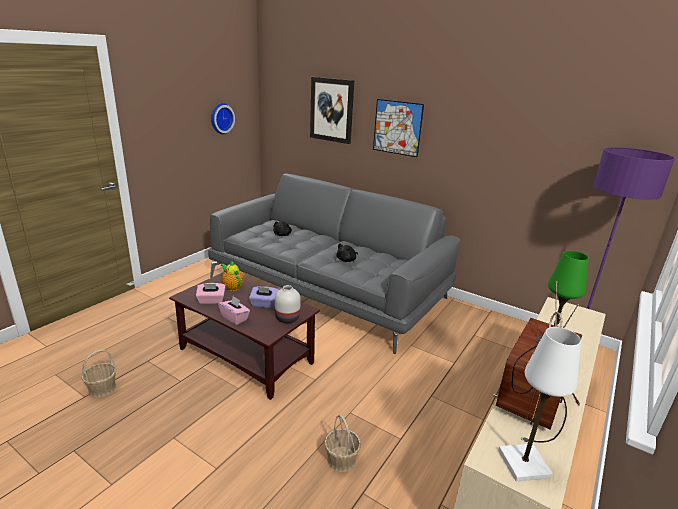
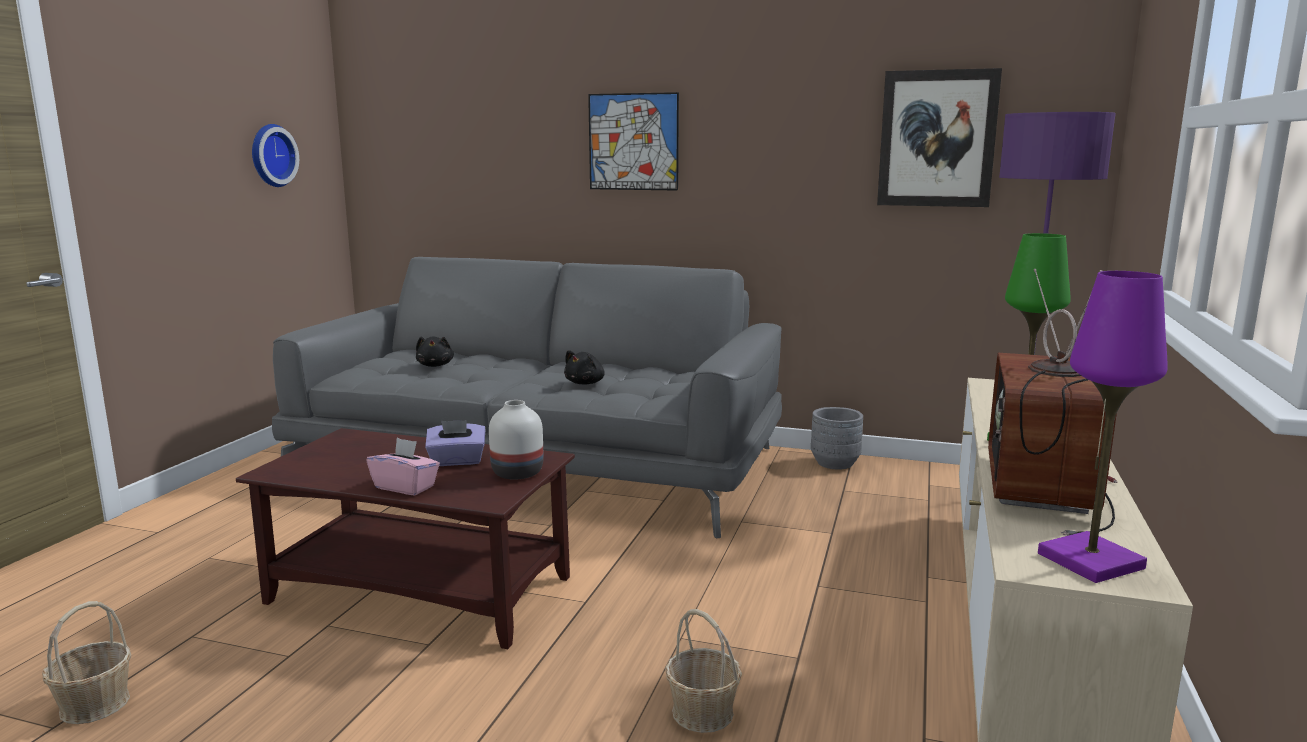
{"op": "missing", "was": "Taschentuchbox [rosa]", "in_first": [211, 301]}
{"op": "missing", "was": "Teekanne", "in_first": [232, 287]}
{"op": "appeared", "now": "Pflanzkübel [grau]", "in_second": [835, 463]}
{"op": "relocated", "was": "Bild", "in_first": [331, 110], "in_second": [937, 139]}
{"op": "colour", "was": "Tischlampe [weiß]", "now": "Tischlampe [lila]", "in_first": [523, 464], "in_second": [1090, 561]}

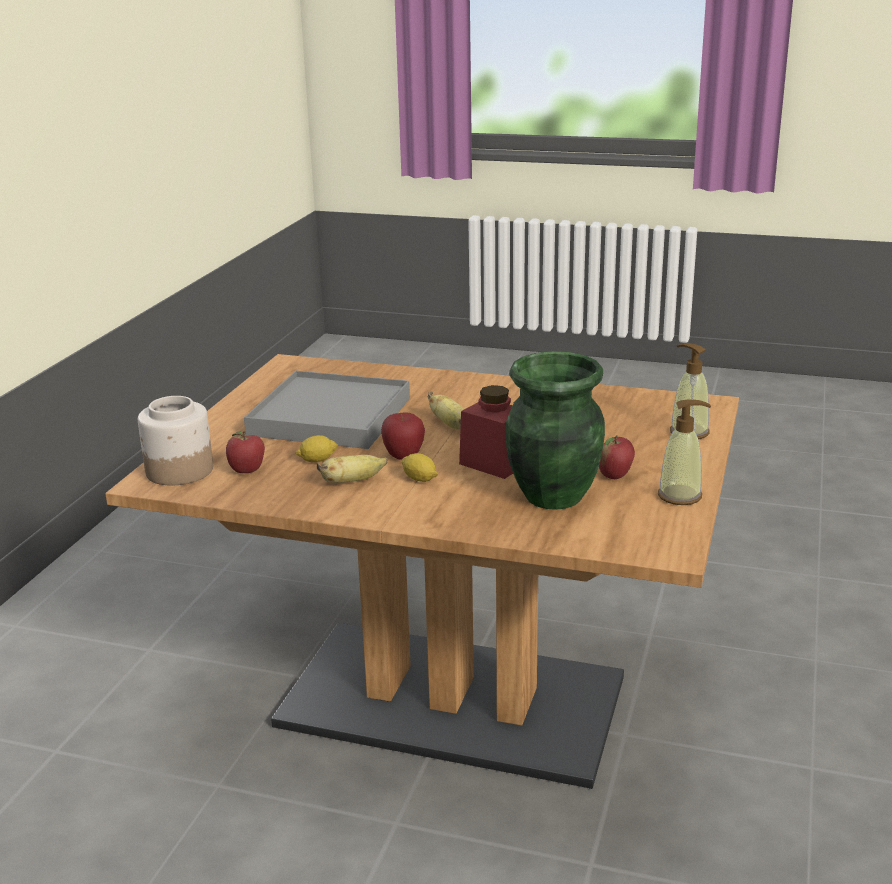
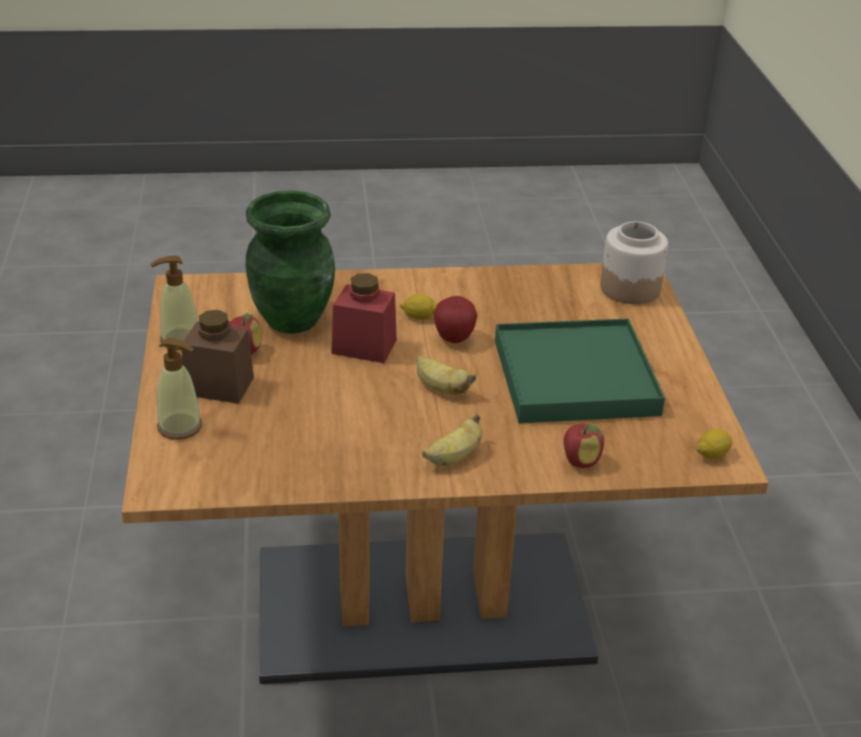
{"op": "appeared", "now": "Vorratsglas [braun]", "in_second": [219, 386]}
{"op": "relocated", "was": "Apfel", "in_first": [247, 471], "in_second": [581, 462]}
{"op": "relocated", "was": "Zitrone", "in_first": [317, 460], "in_second": [712, 454]}
{"op": "relocated", "was": "Banane", "in_first": [352, 481], "in_second": [454, 458]}
{"op": "colour", "was": "Tablett [grau]", "now": "Tablett [grün]", "in_first": [331, 416], "in_second": [574, 377]}

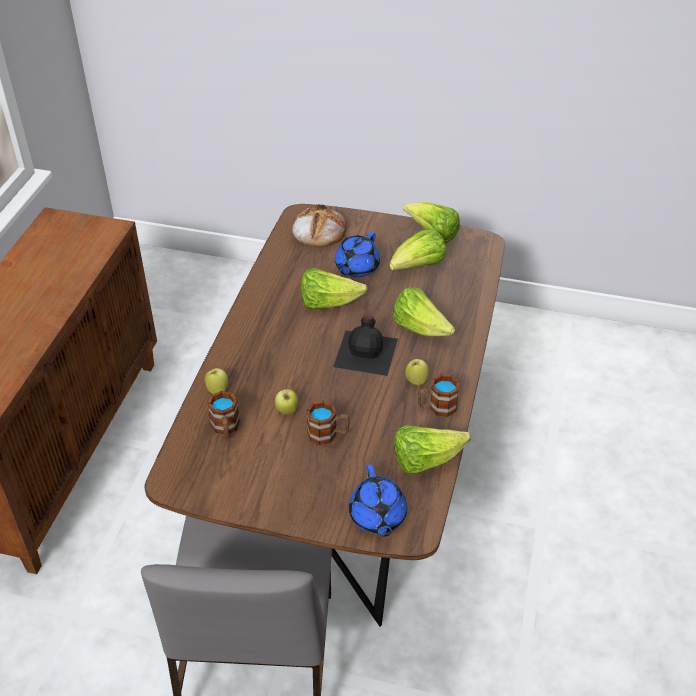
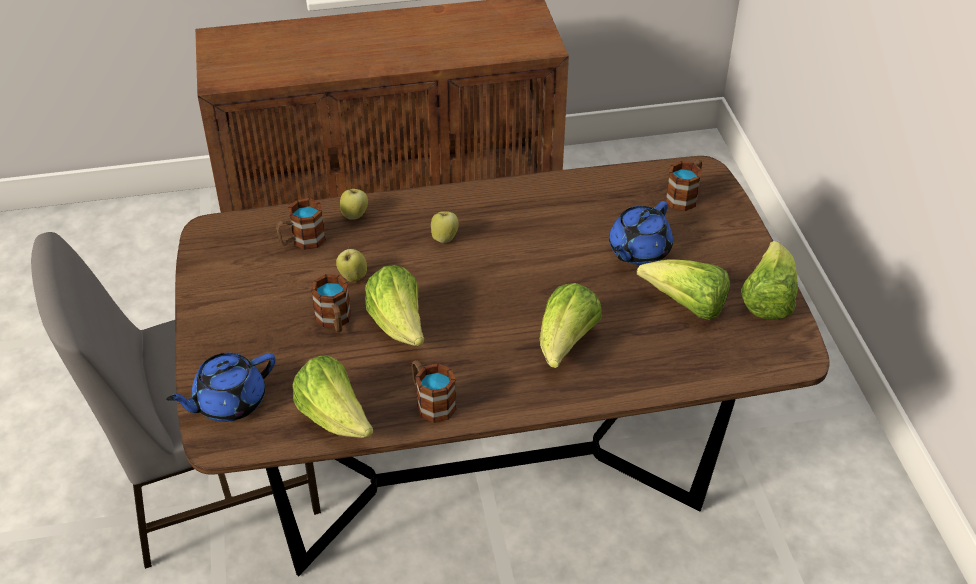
{"op": "missing", "was": "Flasche [schwarz]", "in_first": [367, 352]}
{"op": "relocated", "was": "Salatkopf", "in_first": [328, 303], "in_second": [399, 325]}
{"op": "relocated", "was": "Apfel", "in_first": [416, 380], "in_second": [444, 238]}
{"op": "exchanged", "was": "Brot", "now": "Henkelbecher", "in_first": [319, 230], "in_second": [685, 196]}
{"op": "spun", "was": "Teekanne [blau]", "in_first": [356, 268], "in_second": [638, 251], "clockwise": -60}

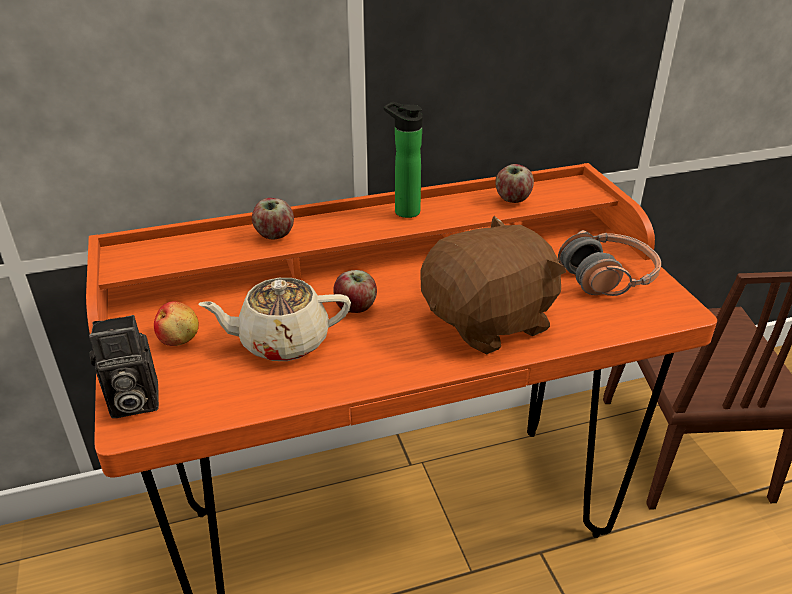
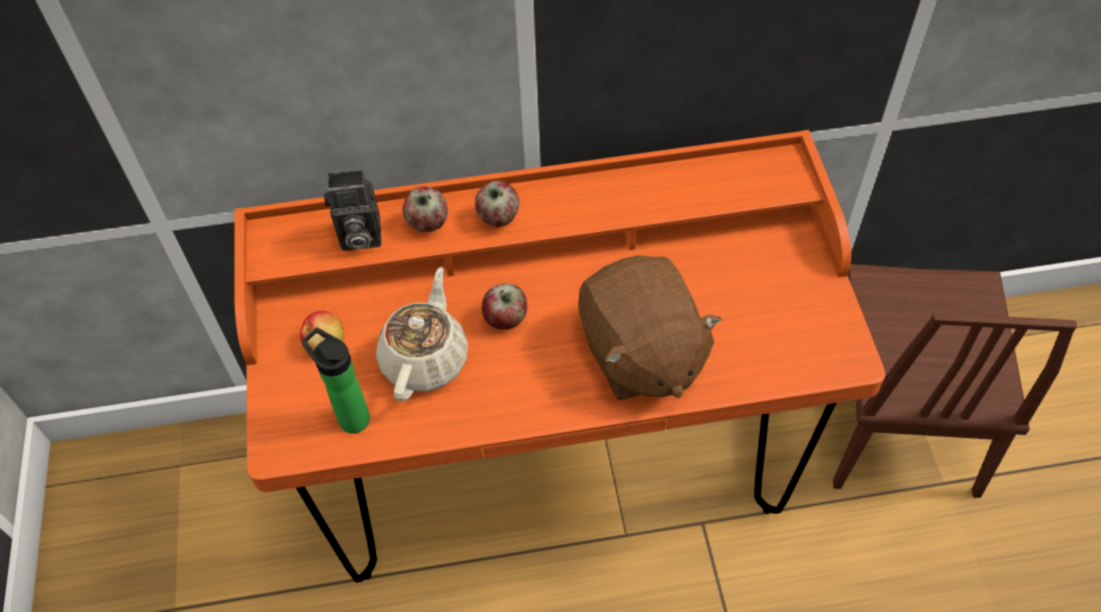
{"op": "missing", "was": "Kopfhörer", "in_first": [607, 277]}
{"op": "relocated", "was": "Kamera", "in_first": [131, 403], "in_second": [358, 236]}
{"op": "relocated", "was": "Flasche", "in_first": [403, 211], "in_second": [350, 417]}
{"op": "relocated", "was": "Apfel", "in_first": [512, 199], "in_second": [498, 217]}
{"op": "spun", "was": "Teekanne [beige]", "in_first": [282, 341], "in_second": [425, 358], "clockwise": 105}
{"op": "spun", "was": "Plüschtier [braun]", "in_first": [489, 322], "in_second": [640, 354], "clockwise": 90}

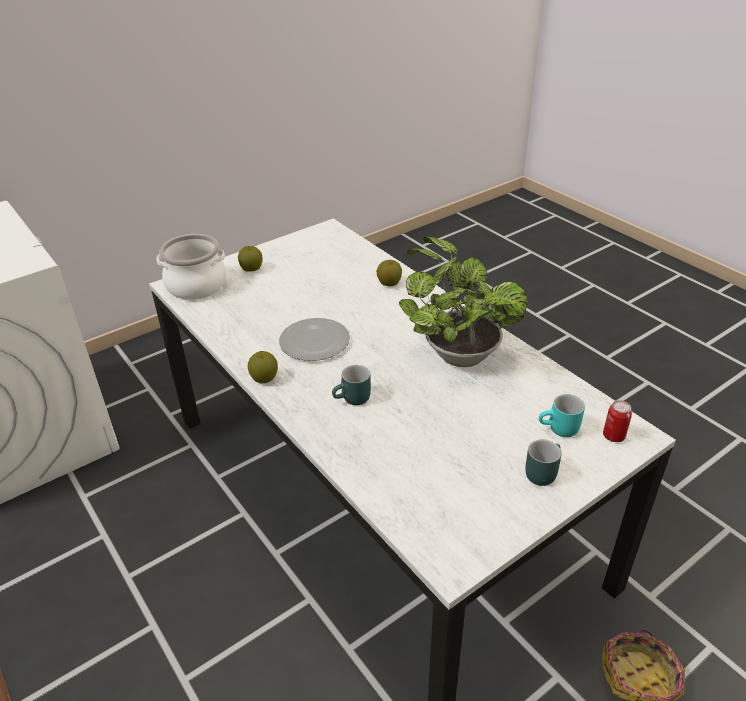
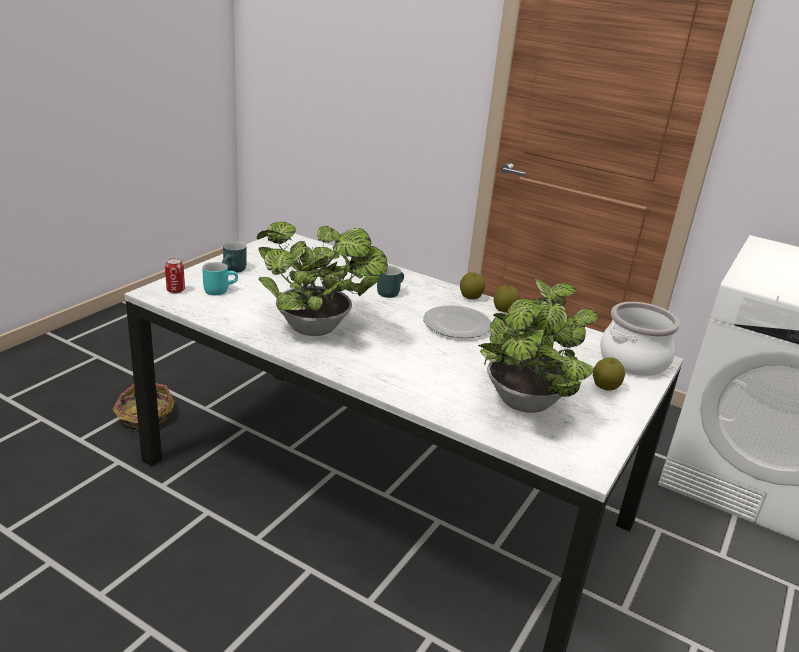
{"op": "appeared", "now": "Topfpflanze", "in_second": [523, 405]}
{"op": "relocated", "was": "Apfel", "in_first": [389, 283], "in_second": [504, 310]}

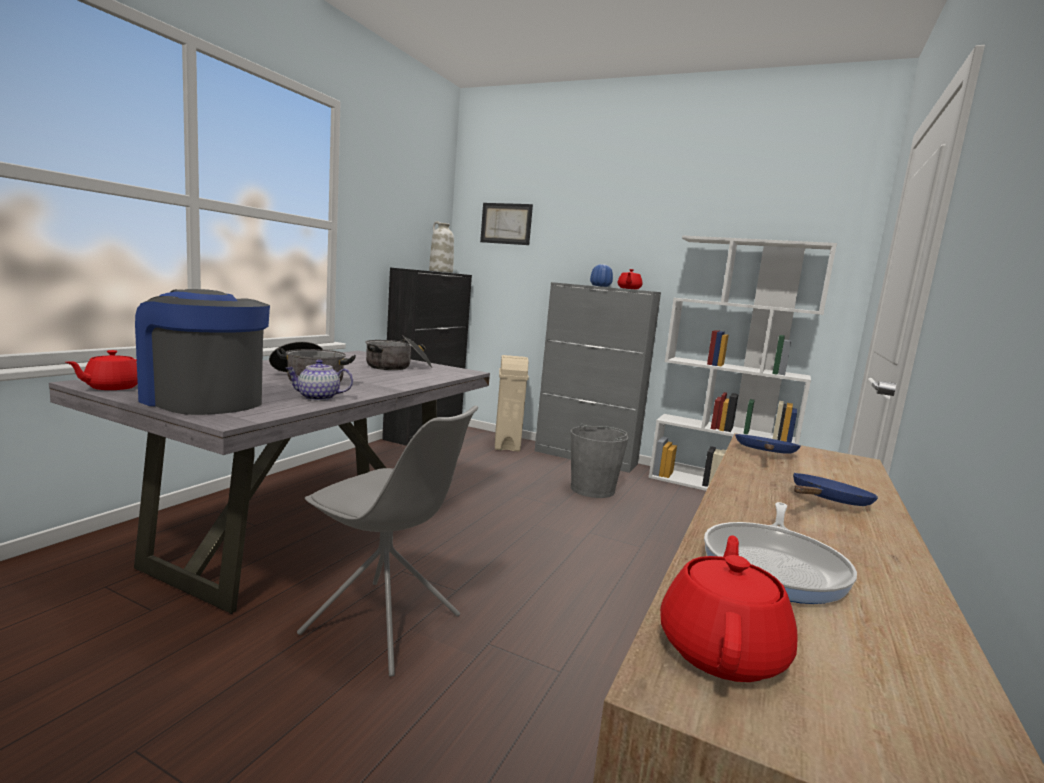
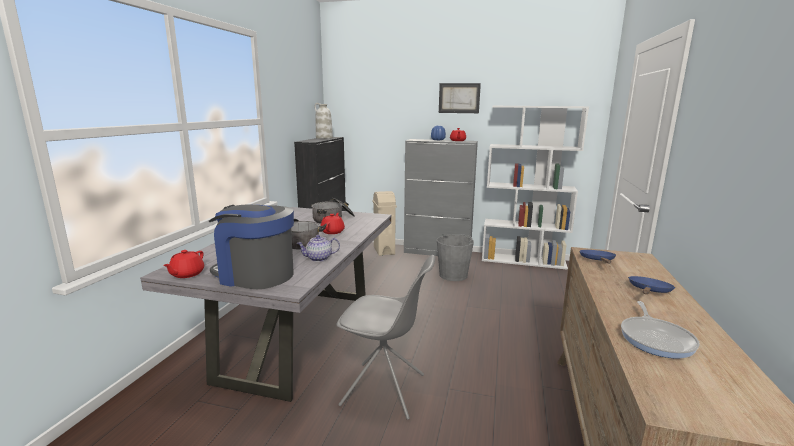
{"op": "relocated", "was": "Bild", "in_first": [506, 223], "in_second": [459, 98]}
{"op": "relocated", "was": "Teekanne [rot]", "in_first": [722, 650], "in_second": [333, 232]}

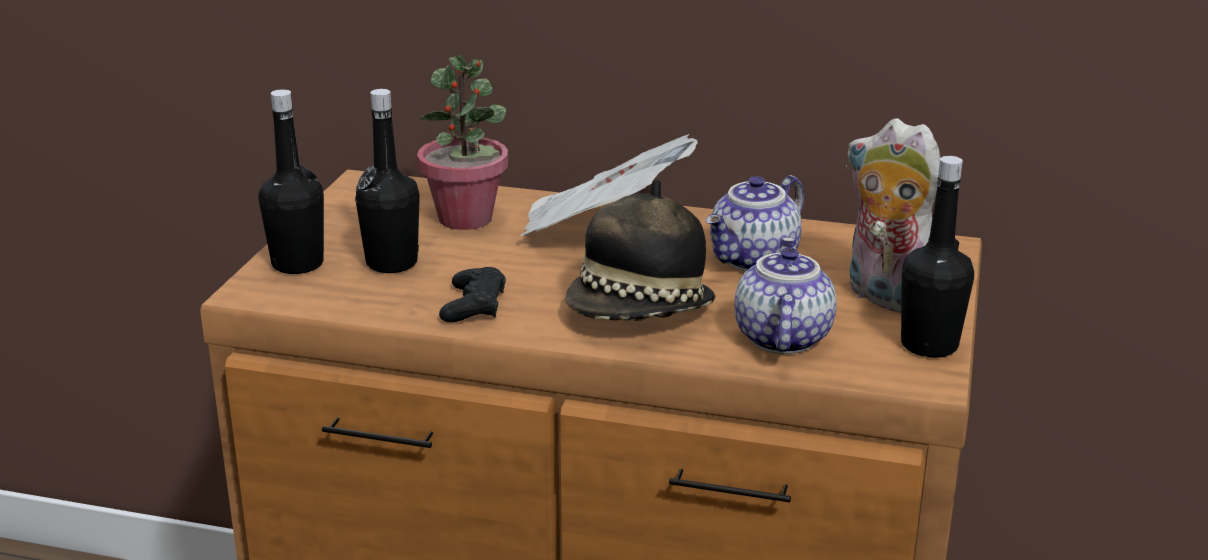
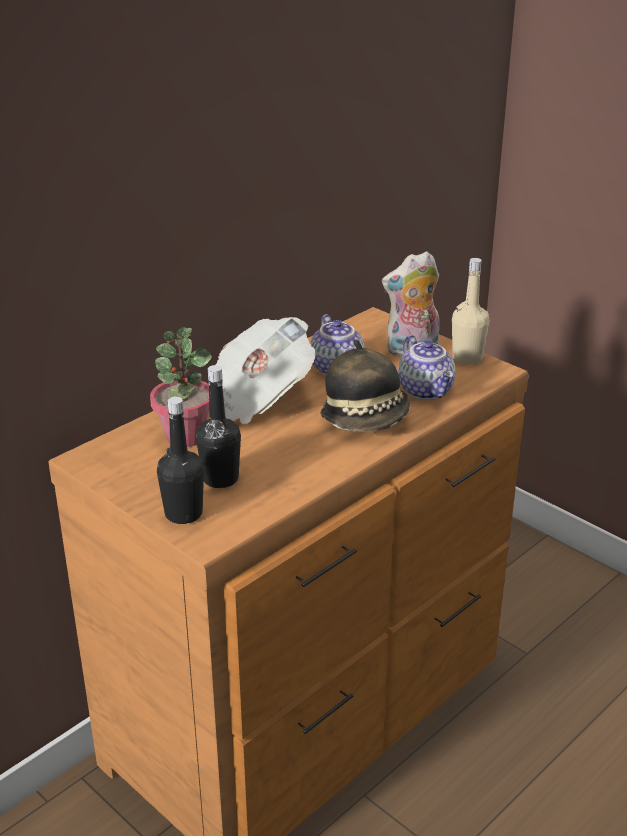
{"op": "missing", "was": "Gamepad [schwarz]", "in_first": [474, 305]}
{"op": "colour", "was": "Flasche [schwarz]", "now": "Flasche [beige]", "in_first": [929, 345], "in_second": [467, 358]}
{"op": "spun", "was": "Teekanne", "in_first": [780, 337], "in_second": [427, 390], "clockwise": -150}

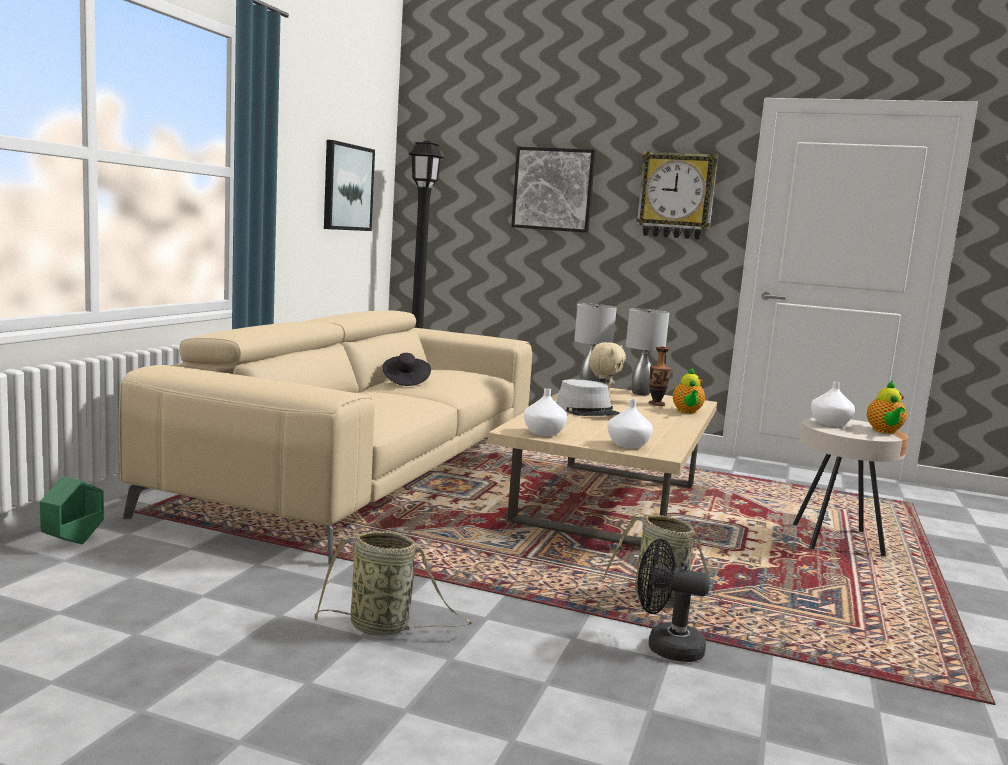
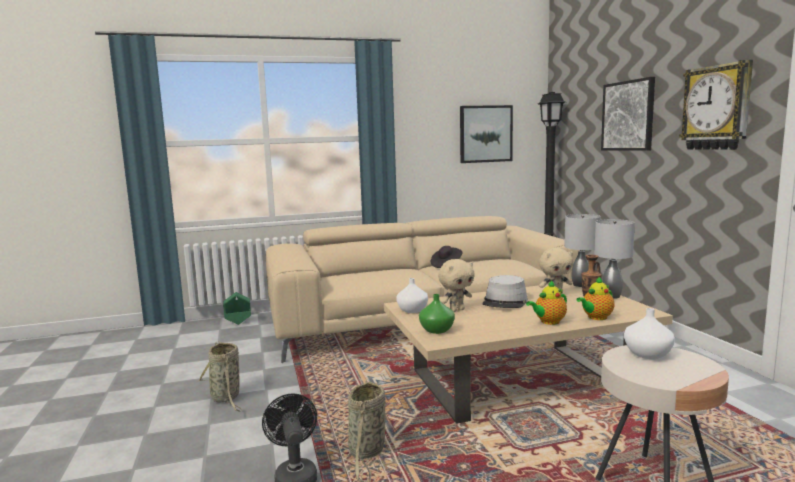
{"op": "appeared", "now": "Plüschtier [beige]", "in_second": [456, 310]}
{"op": "relocated", "was": "Teekanne", "in_first": [884, 431], "in_second": [548, 322]}
{"op": "colour", "was": "Vase [weiß]", "now": "Vase [grün]", "in_first": [627, 445], "in_second": [437, 330]}

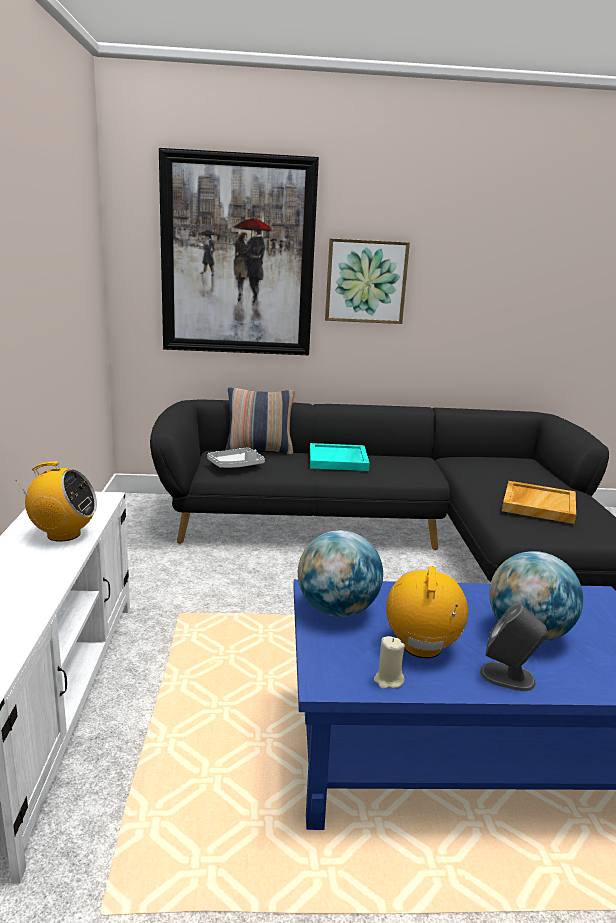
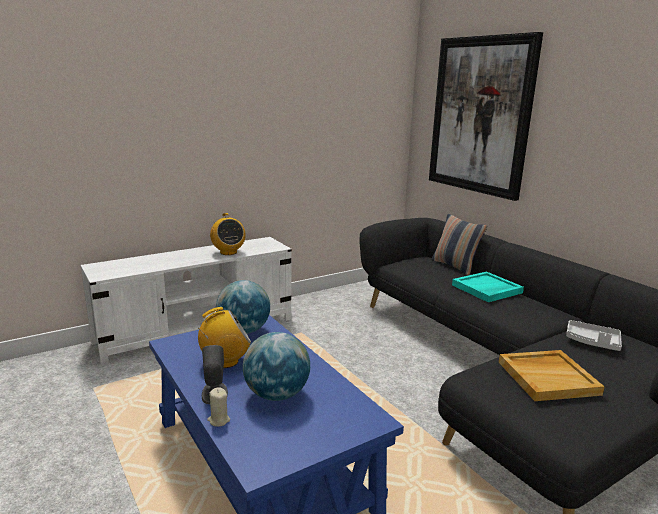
{"op": "missing", "was": "Bild", "in_first": [366, 281]}
{"op": "relocated", "was": "Tablett [grau]", "in_first": [236, 465], "in_second": [592, 342]}
{"op": "relocated", "was": "Kerze [beige]", "in_first": [388, 680], "in_second": [218, 420]}

